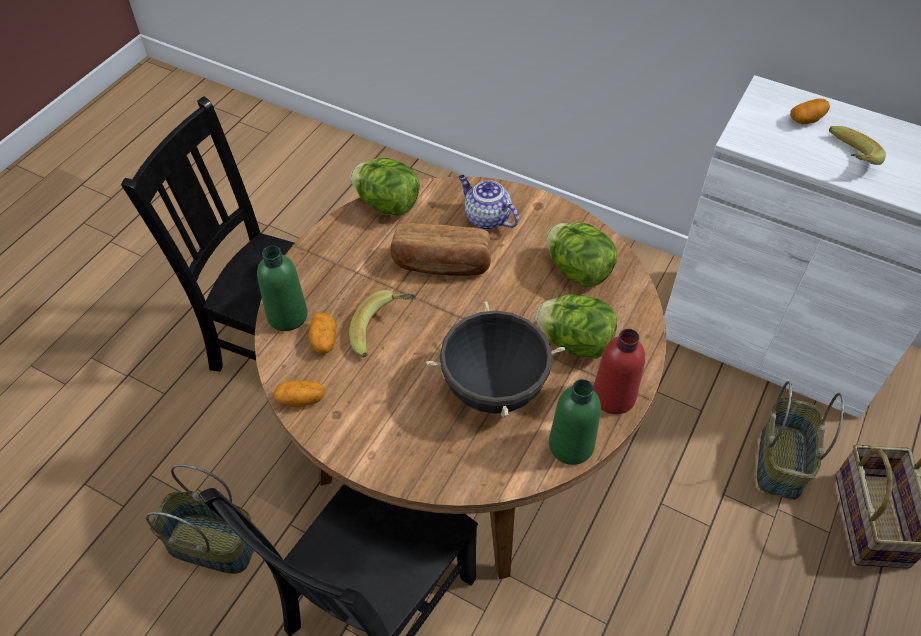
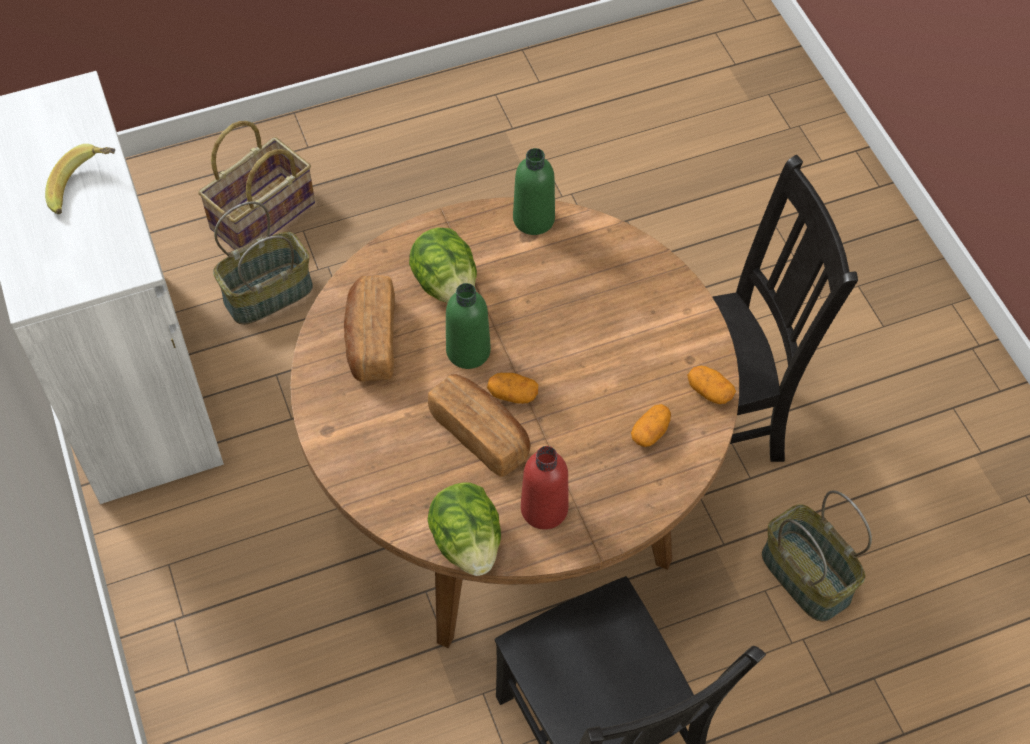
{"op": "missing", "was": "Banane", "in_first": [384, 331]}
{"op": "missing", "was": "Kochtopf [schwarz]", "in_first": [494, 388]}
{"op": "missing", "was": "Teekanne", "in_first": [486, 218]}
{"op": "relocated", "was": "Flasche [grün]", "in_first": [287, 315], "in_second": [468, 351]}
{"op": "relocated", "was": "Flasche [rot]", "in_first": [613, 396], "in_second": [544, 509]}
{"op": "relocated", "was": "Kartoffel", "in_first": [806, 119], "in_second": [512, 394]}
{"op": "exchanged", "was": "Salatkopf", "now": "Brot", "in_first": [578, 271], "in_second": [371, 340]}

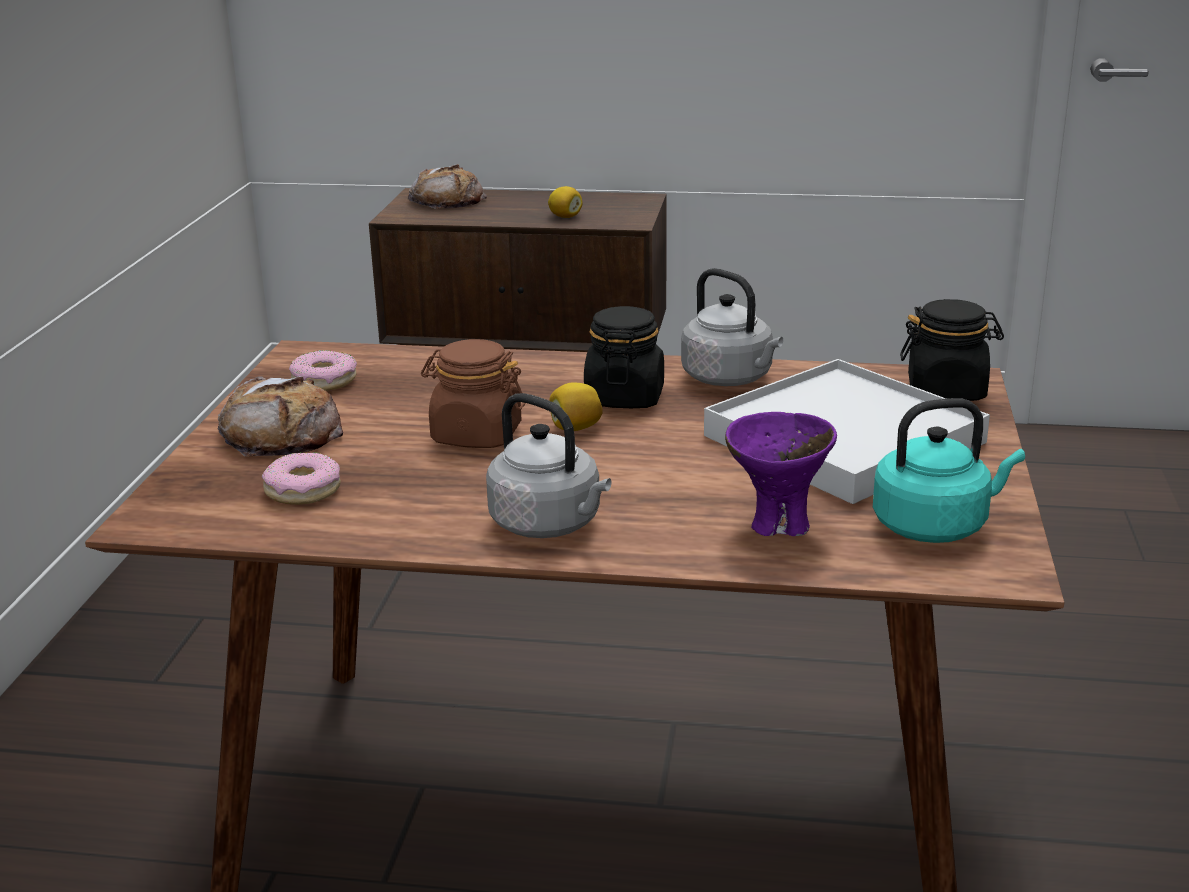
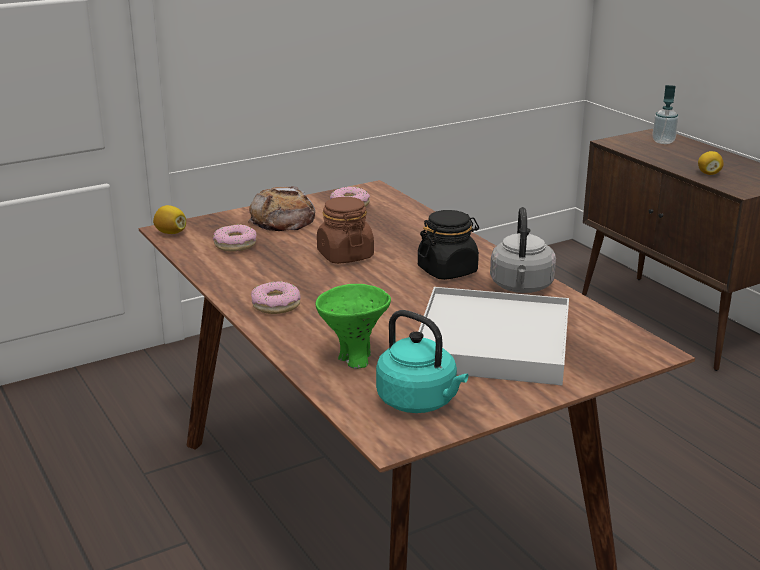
{"op": "missing", "was": "Vorratsglas [schwarz]", "in_first": [947, 390]}
{"op": "relocated", "was": "Zitrone", "in_first": [575, 428], "in_second": [171, 233]}
{"op": "exchanged", "was": "Brot", "now": "Seifenspender", "in_first": [447, 200], "in_second": [663, 141]}
{"op": "exchanged", "was": "Wasserkessel [grau]", "now": "Donut", "in_first": [550, 525], "in_second": [276, 305]}
{"op": "colour", "was": "Schüssel [lila]", "now": "Schüssel [grün]", "in_first": [778, 526], "in_second": [354, 359]}

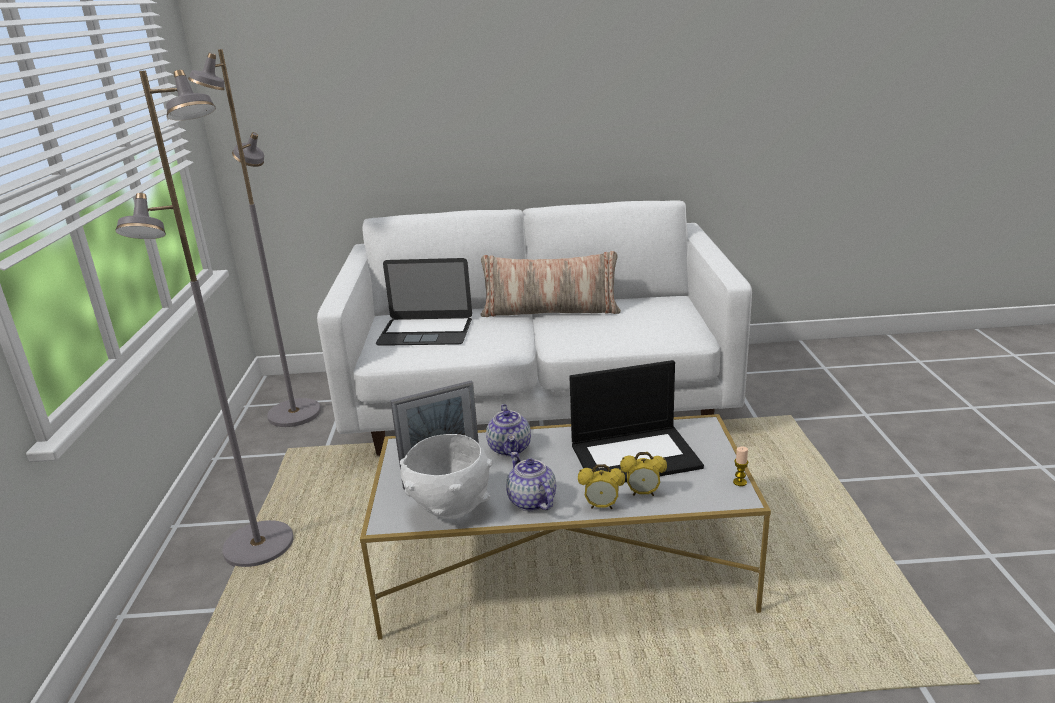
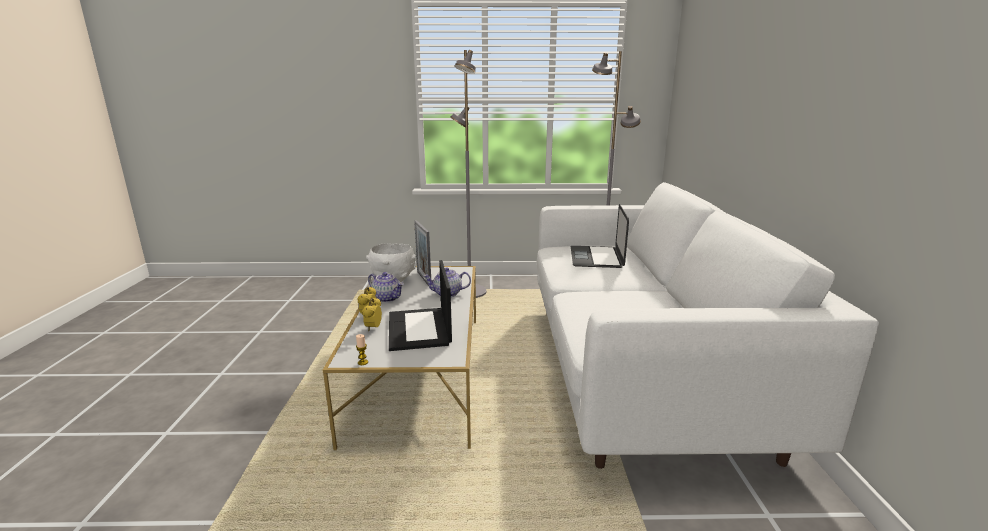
{"op": "missing", "was": "Kissen", "in_first": [550, 311]}
{"op": "spun", "was": "Teekanne", "in_first": [531, 501], "in_second": [387, 298], "clockwise": 60}

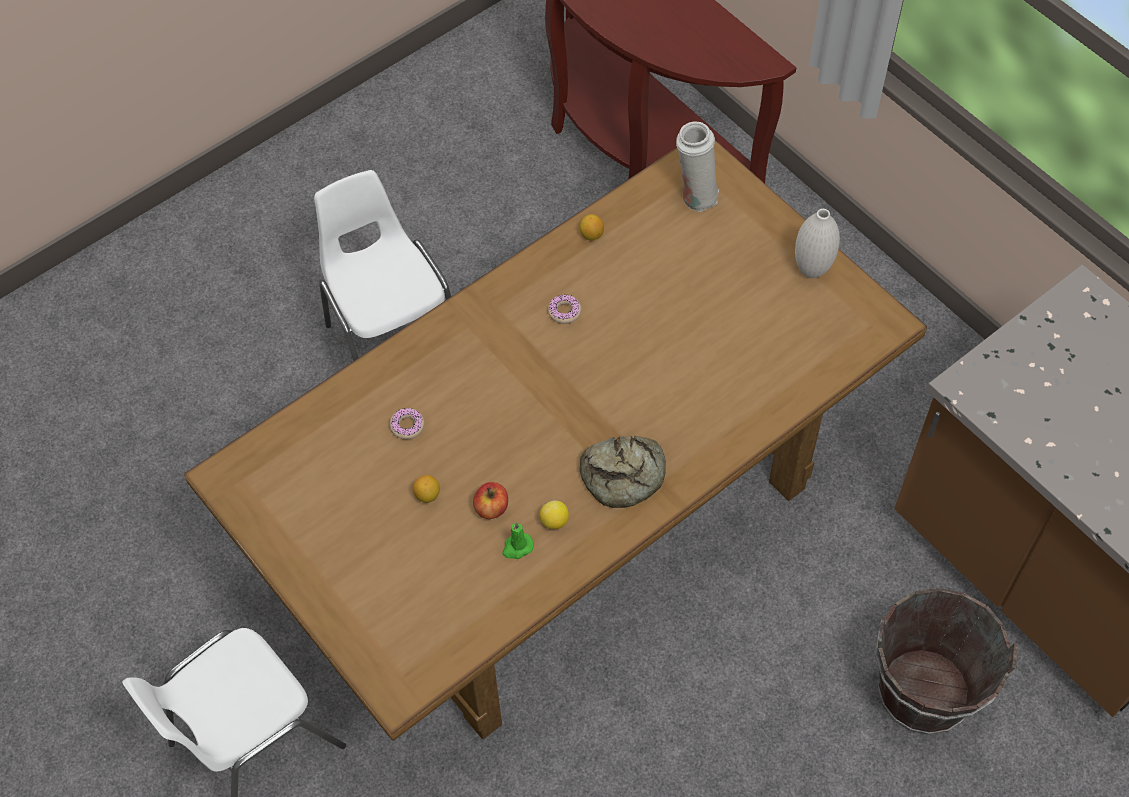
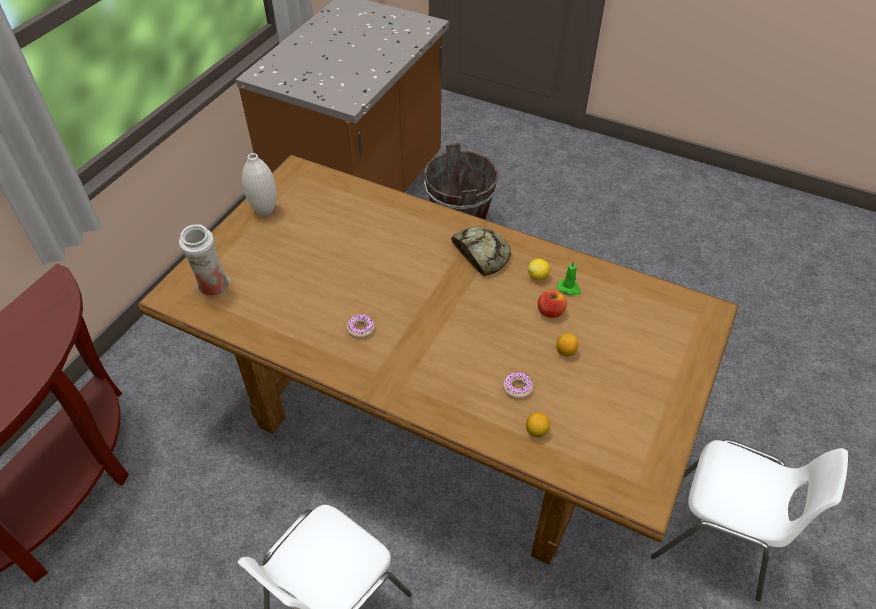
{"op": "relocated", "was": "Zitrone", "in_first": [591, 235], "in_second": [536, 431]}

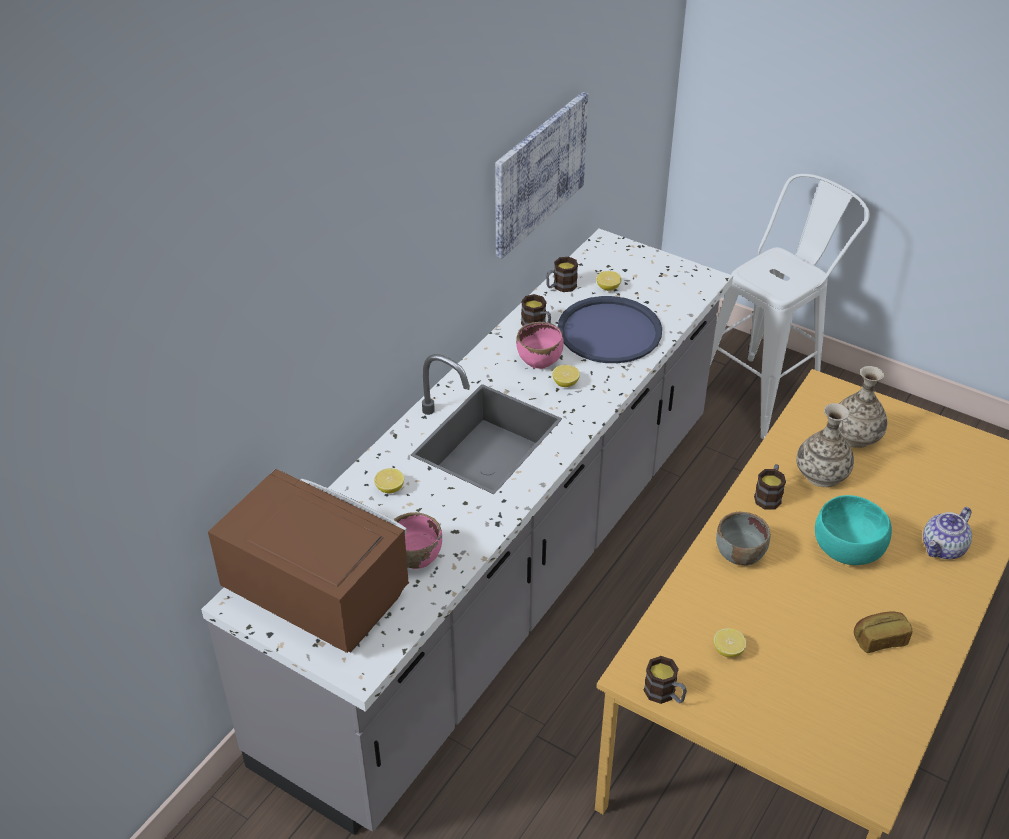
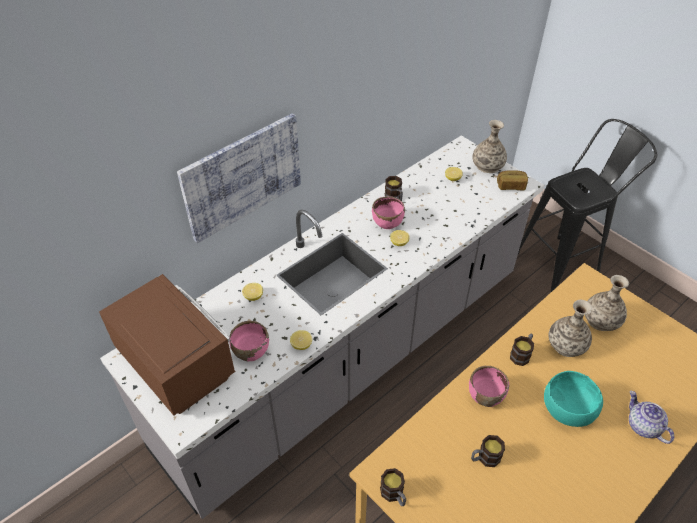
{"op": "missing", "was": "Tablett [blau]", "in_first": [609, 331]}
{"op": "appeared", "now": "Vase", "in_second": [488, 166]}
{"op": "relocated", "was": "Bild", "in_first": [538, 173], "in_second": [242, 176]}
{"op": "relocated", "was": "Henkelbecher", "in_first": [560, 287], "in_second": [484, 458]}
{"op": "relocated", "was": "Zitrone", "in_first": [728, 650], "in_second": [301, 345]}
{"op": "relocated", "was": "Brot", "in_first": [879, 639], "in_second": [511, 186]}
{"op": "colour", "was": "Hocker [weiß]", "now": "Hocker [schwarz]", "in_first": [766, 392], "in_second": [563, 263]}
{"op": "colour", "was": "Schüssel [grau]", "now": "Schüssel [rosa]", "in_first": [739, 554], "in_second": [485, 395]}
{"op": "spun", "was": "Teekanne", "in_first": [943, 548], "in_second": [642, 426], "clockwise": 90}

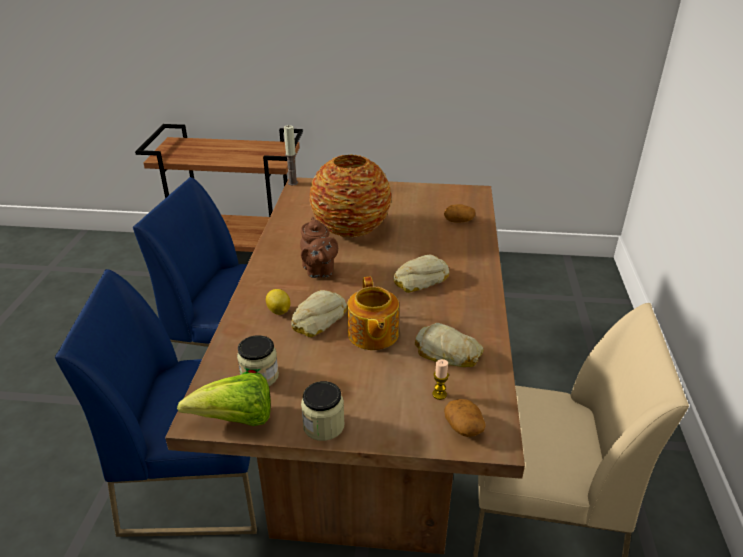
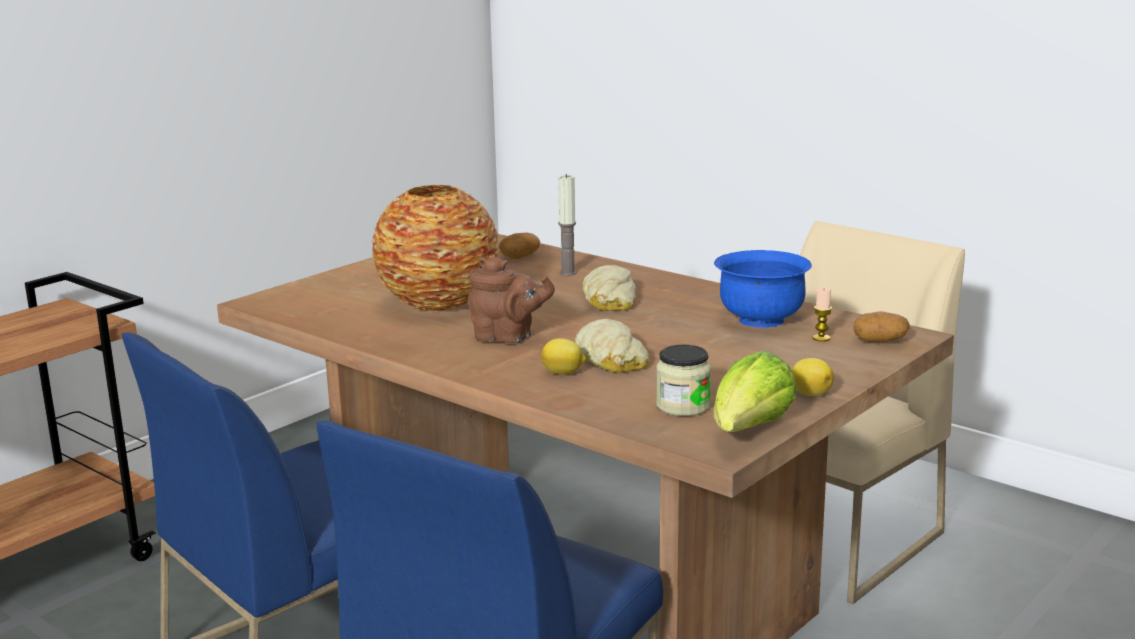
{"op": "missing", "was": "Teekanne", "in_first": [372, 334]}
{"op": "relocated", "was": "Kerze", "in_first": [292, 183], "in_second": [568, 273]}
{"op": "exchanged", "was": "Vorratsglas", "now": "Zitrone", "in_first": [323, 426], "in_second": [810, 393]}
{"op": "exchanged", "was": "Brot", "now": "Schüssel [blau]", "in_first": [448, 353], "in_second": [761, 320]}

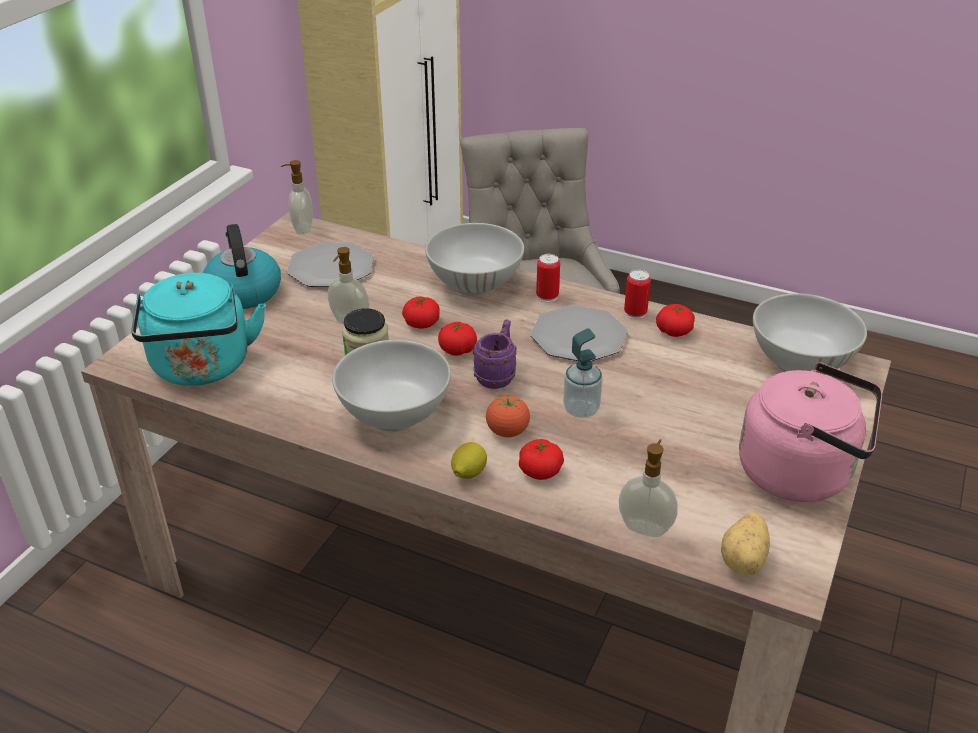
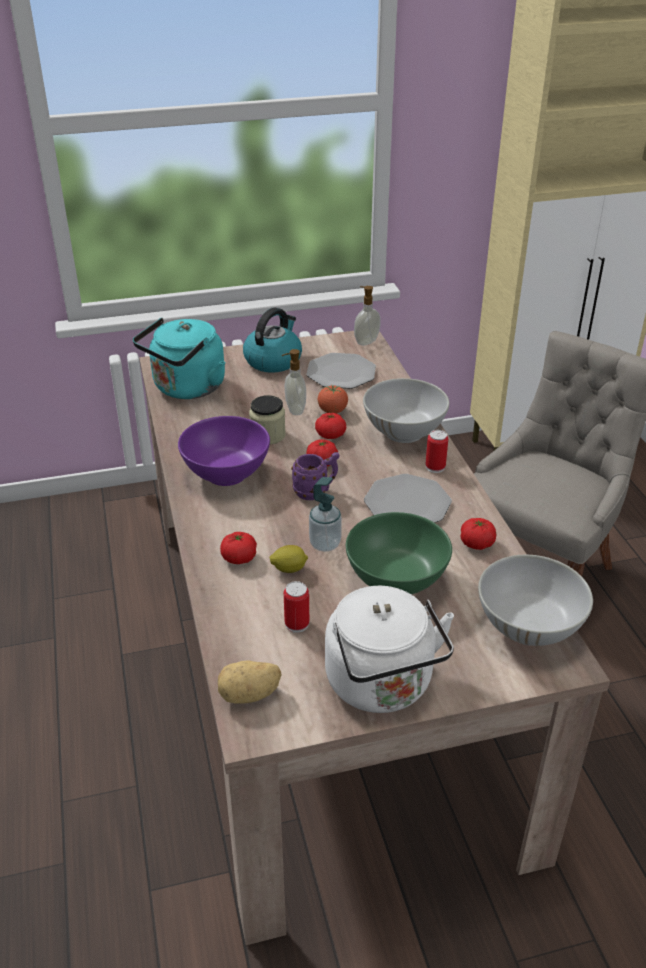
{"op": "missing", "was": "Seifenspender", "in_first": [645, 527]}
{"op": "appeared", "now": "Schüssel [grün]", "in_second": [397, 580]}
{"op": "relocated", "was": "Zitrone", "in_first": [468, 473], "in_second": [289, 569]}
{"op": "relocated", "was": "Tomate", "in_first": [507, 431], "in_second": [332, 411]}
{"op": "relocated", "was": "Dose", "in_first": [635, 313], "in_second": [297, 624]}
{"op": "colour", "was": "Schüssel [weiß]", "now": "Schüssel [lila]", "in_first": [395, 414], "in_second": [227, 474]}
{"op": "colour", "was": "Wasserkessel [rosa]", "now": "Wasserkessel [weiß]", "in_first": [801, 473], "in_second": [382, 686]}

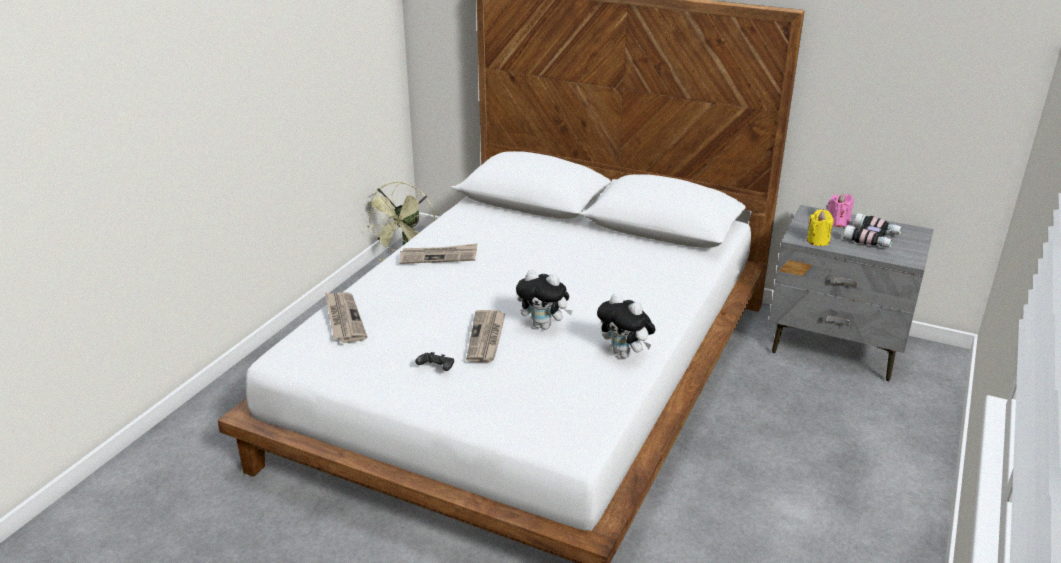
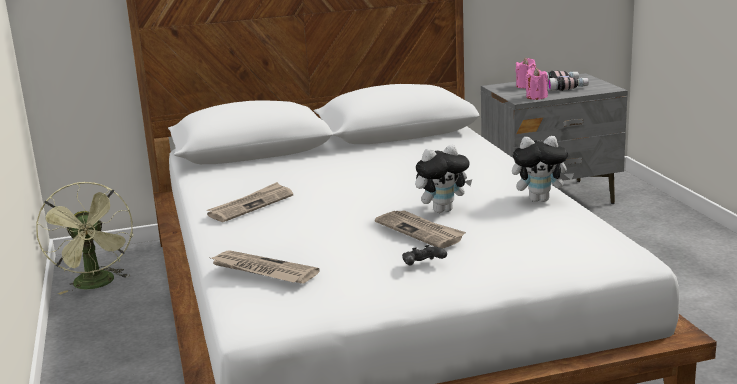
{"op": "colour", "was": "Kerze [gelb]", "now": "Kerze [rosa]", "in_first": [818, 241], "in_second": [536, 97]}

